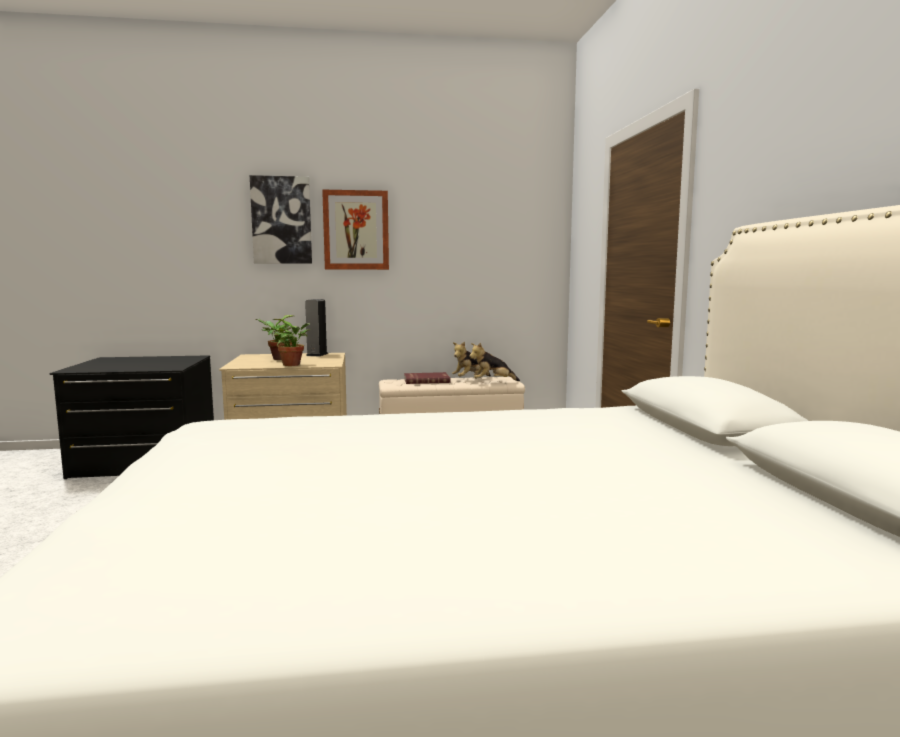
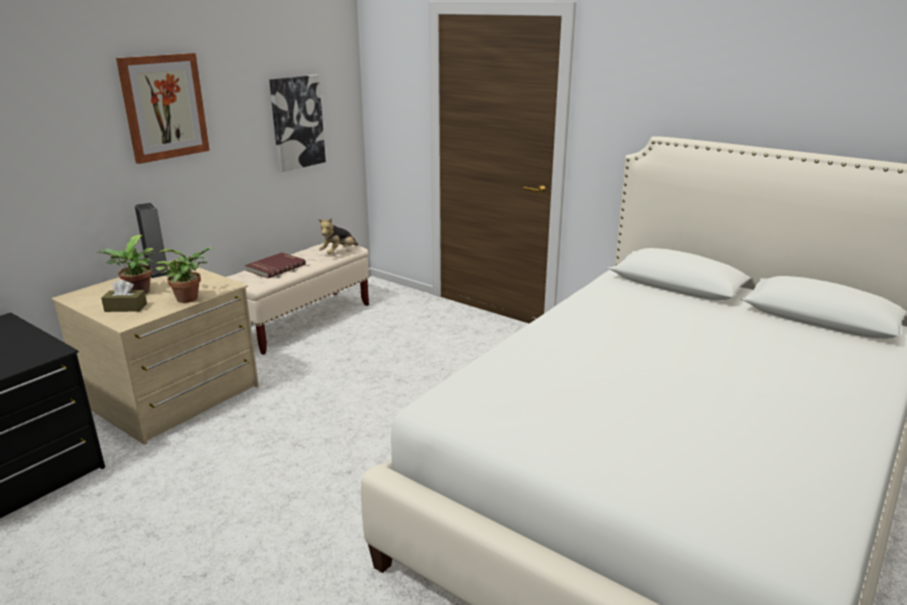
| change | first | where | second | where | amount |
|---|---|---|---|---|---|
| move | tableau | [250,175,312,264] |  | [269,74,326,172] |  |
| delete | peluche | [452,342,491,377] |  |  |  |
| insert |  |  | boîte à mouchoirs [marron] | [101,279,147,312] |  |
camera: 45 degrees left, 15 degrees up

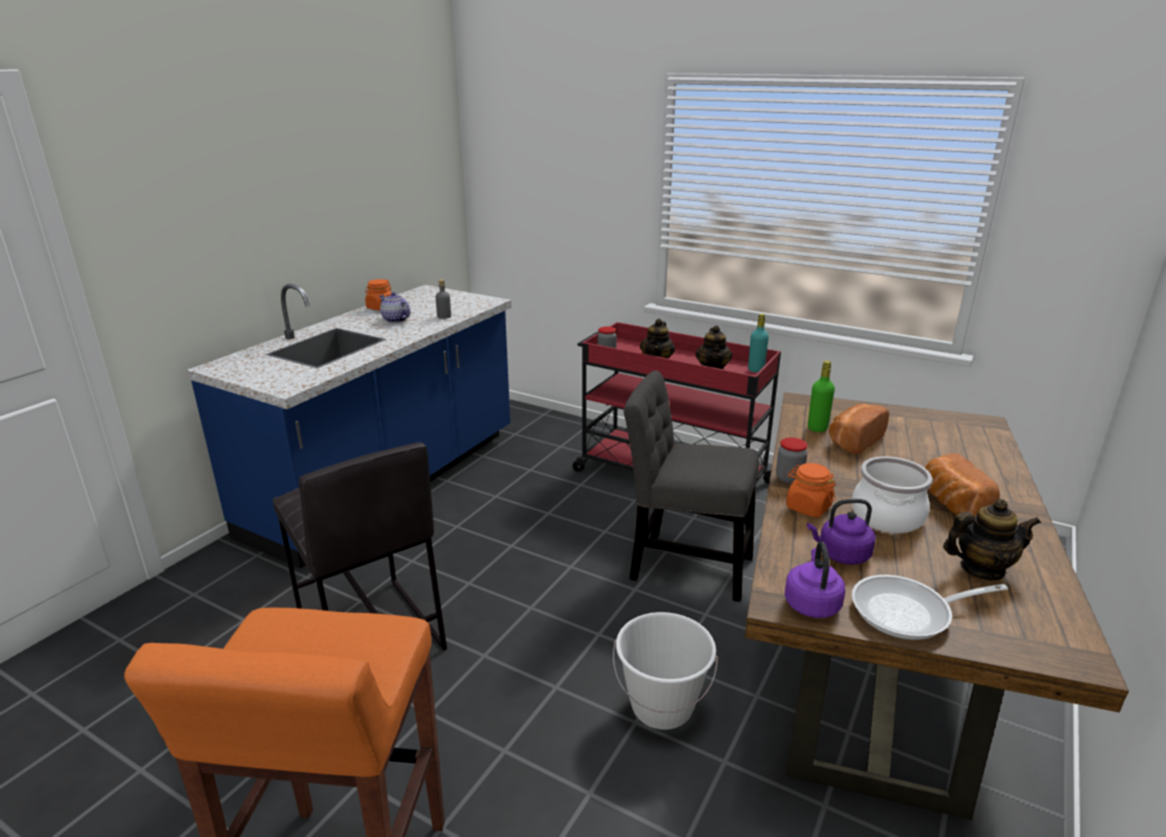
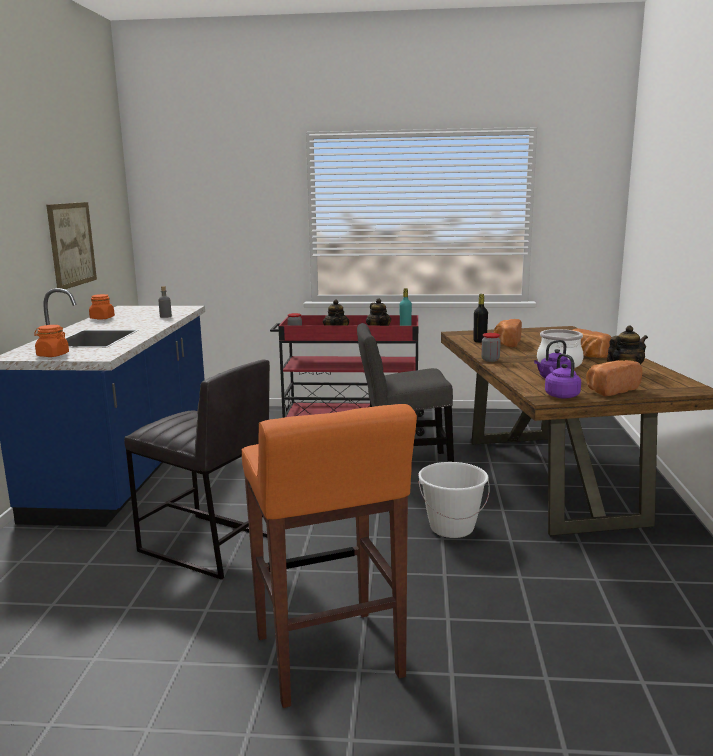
| change | first | where | second | where | amount |
|---|---|---|---|---|---|
| delete | théière | [379,292,410,323] |  |  |  |
| recolor | bouteille [vert] | [808,361,835,432] | bouteille [noir] | [473,294,488,343] |  |
| move | bocal [orange] | [786,463,836,517] |  | [34,325,69,357] |  |
| replace | poêle | [852,575,1008,640] | pain | [586,360,642,396] |  |
| insert |  |  | tableau | [46,202,97,289] |  |
camera: 25 degrees left, 10 degrees down

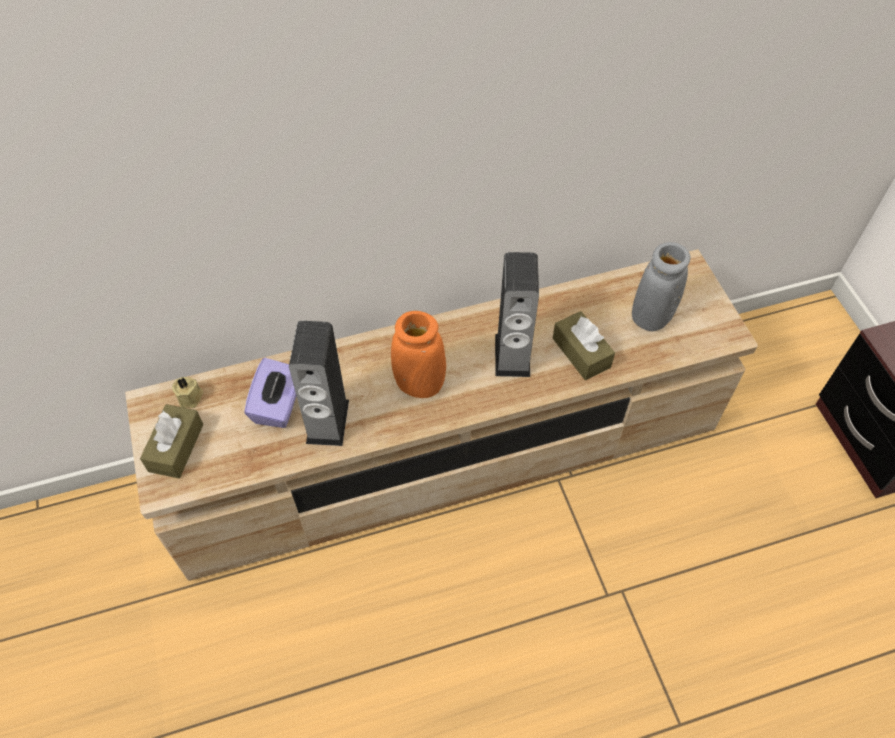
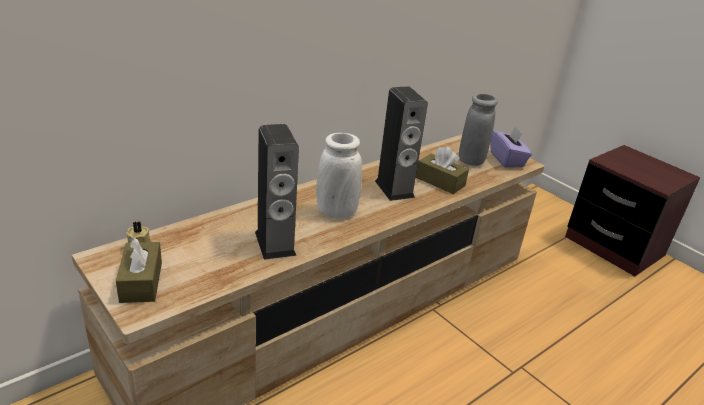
| change | first | where | second | where | amount |
|---|---|---|---|---|---|
| recolor | vase [orange] | [391,311,446,398] | vase [blanc] | [316,133,362,218] |  |
| move | boîte à mouchoirs [violet] | [244,358,296,428] |  | [490,126,532,168] |  |
camera: 25 degrees left, 25 degrees down

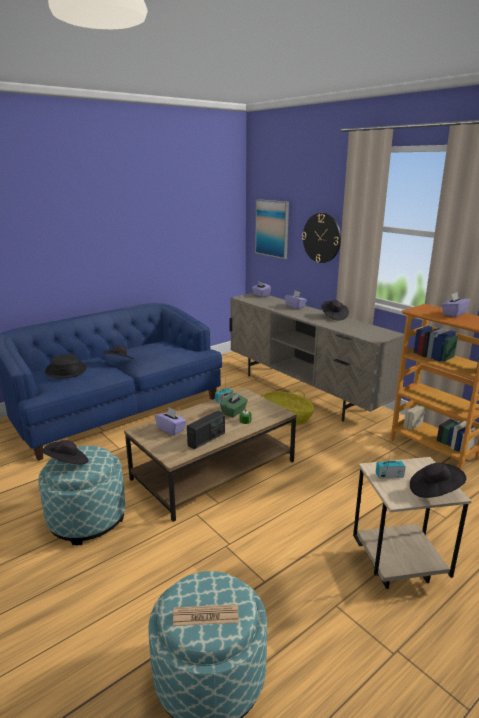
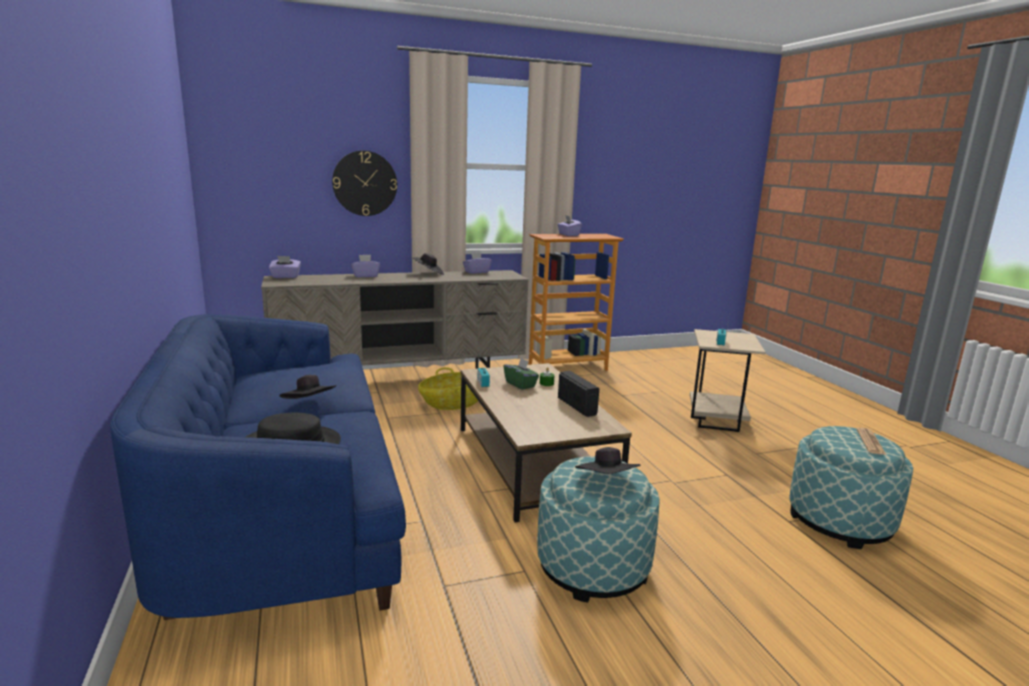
| change | first | where | second | where | amount |
|---|---|---|---|---|---|
| delete | tableau | [255,199,289,259] |  |  |  |
| move | boîte à mouchoirs [violet] | [155,408,187,436] |  | [463,252,492,274] |  |
| delete | chapeau [noir] | [410,463,467,498] |  |  |  |
camera: 70 degrees left, 5 degrees down

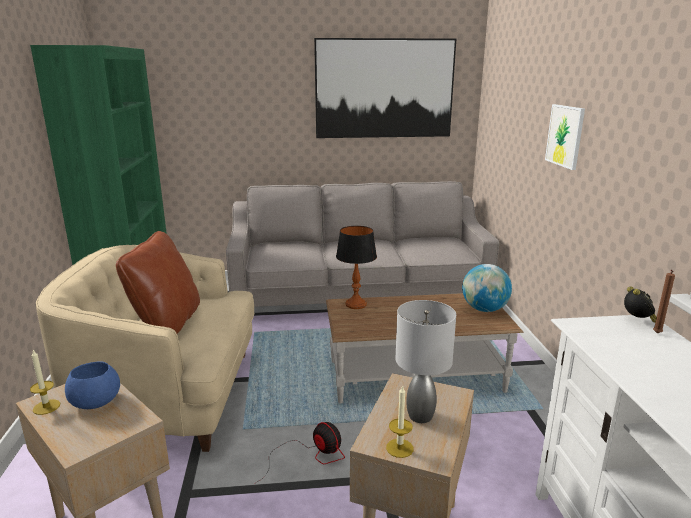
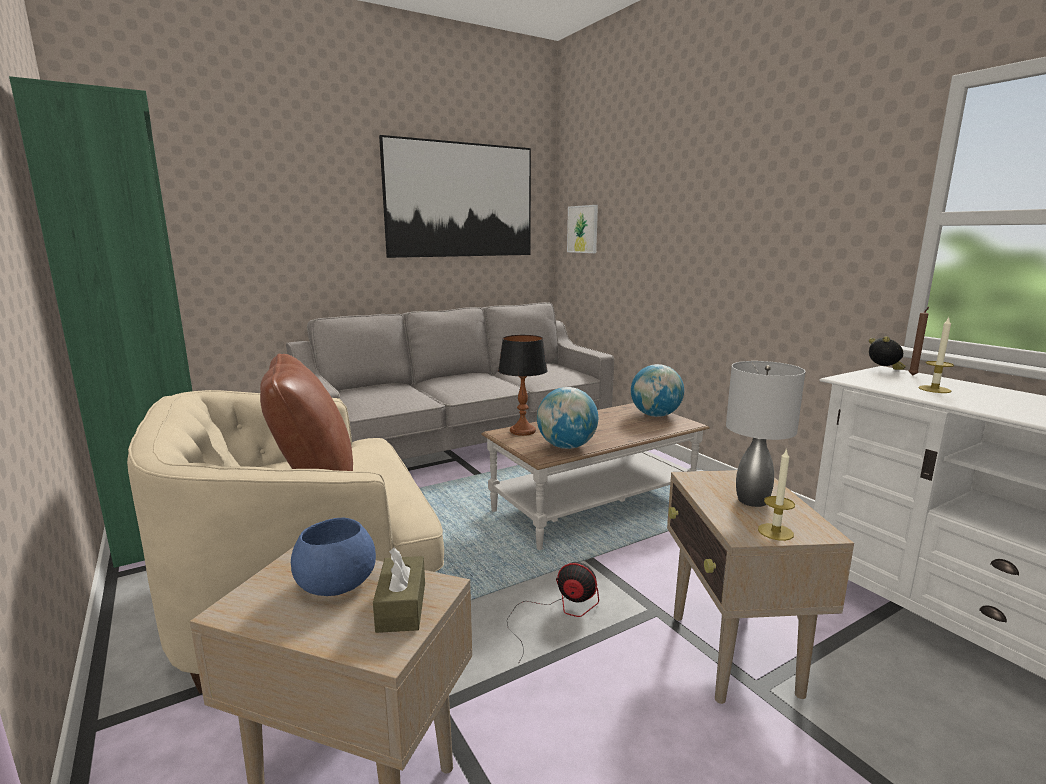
| change | first | where | second | where | amount |
|---|---|---|---|---|---|
| move | tableau | [545,104,585,170] |  | [567,205,598,253] |  |
| move | bougie | [30,350,60,415] |  | [918,318,954,393] |  |
| insert |  |  | globe | [537,387,598,449] |  |
| insert |  |  | boîte à mouchoirs [marron] | [373,547,425,633] |  |
camera: 25 degrees left, 5 degrees down

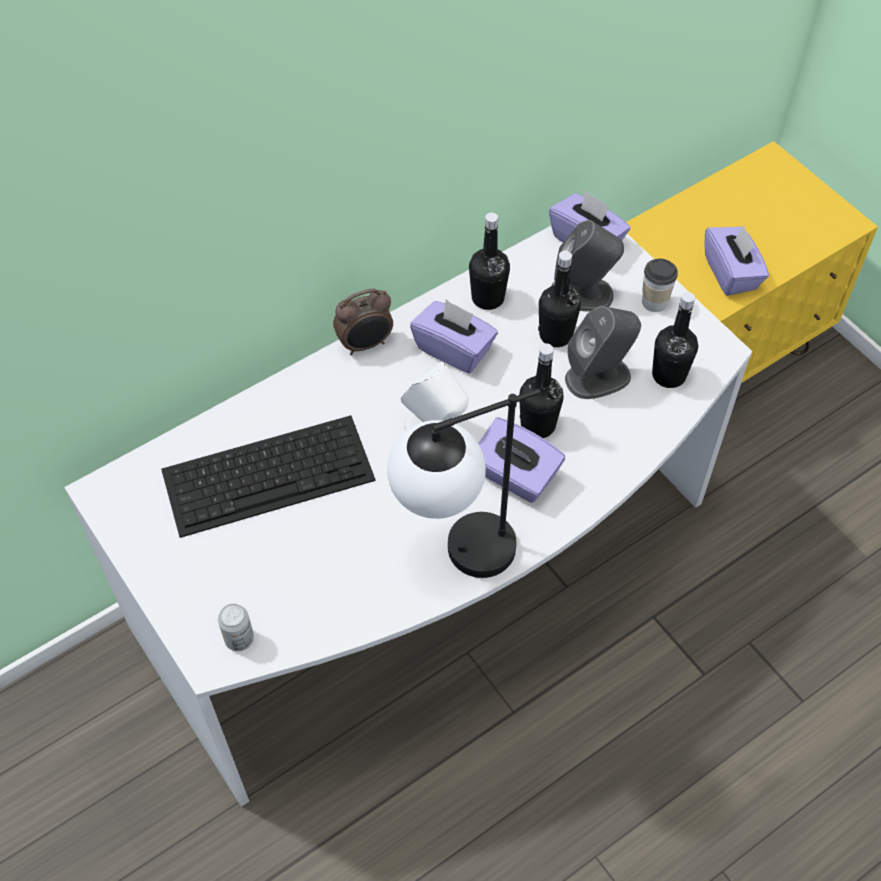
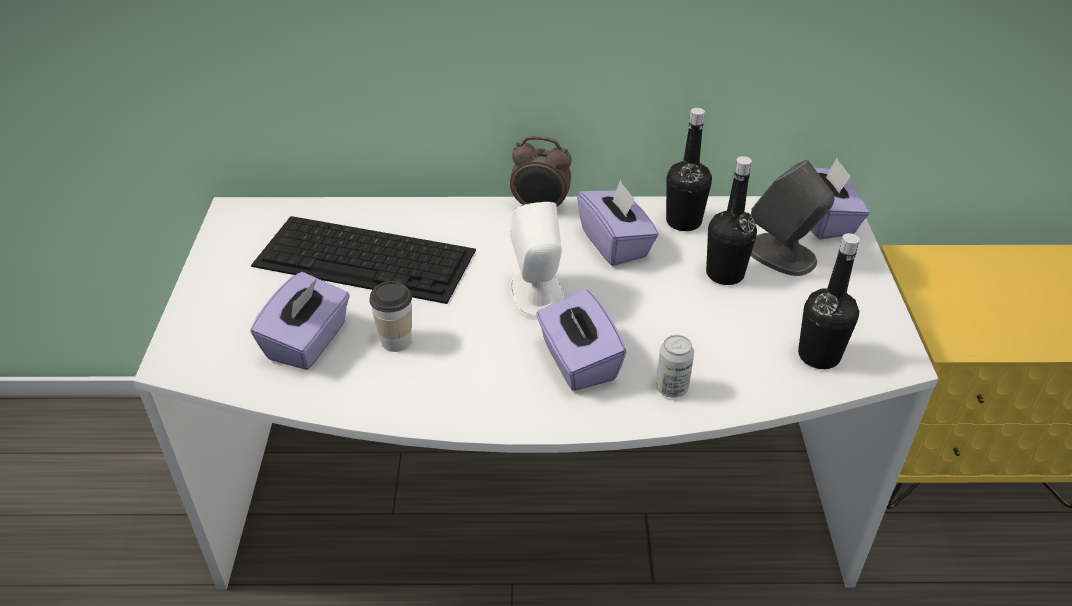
| change | first | where | second | where | amount |
|---|---|---|---|---|---|
| move | boîte à mouchoirs [violet] | [704,226,769,296] |  | [250,272,350,370] |  |
| move | tasse | [642,258,678,312] |  | [369,281,412,352] |  |
| delete | enceinte [gris] | [565,306,641,399] |  |  |  |
| delete | bouteille [noir] | [519,344,564,438] |  |  |  |
| delete | lampe de table | [387,388,540,578] |  |  |  |
| move | boîte métallique | [218,604,254,651] |  | [656,335,694,398] |  |
camera: 35 degrees right, 15 degrees down

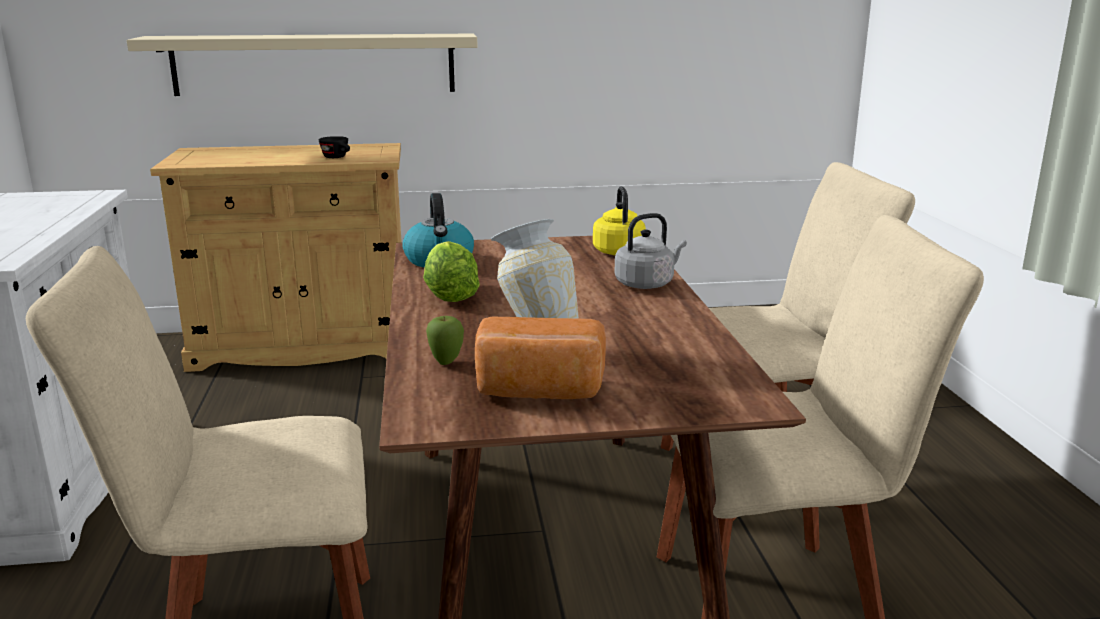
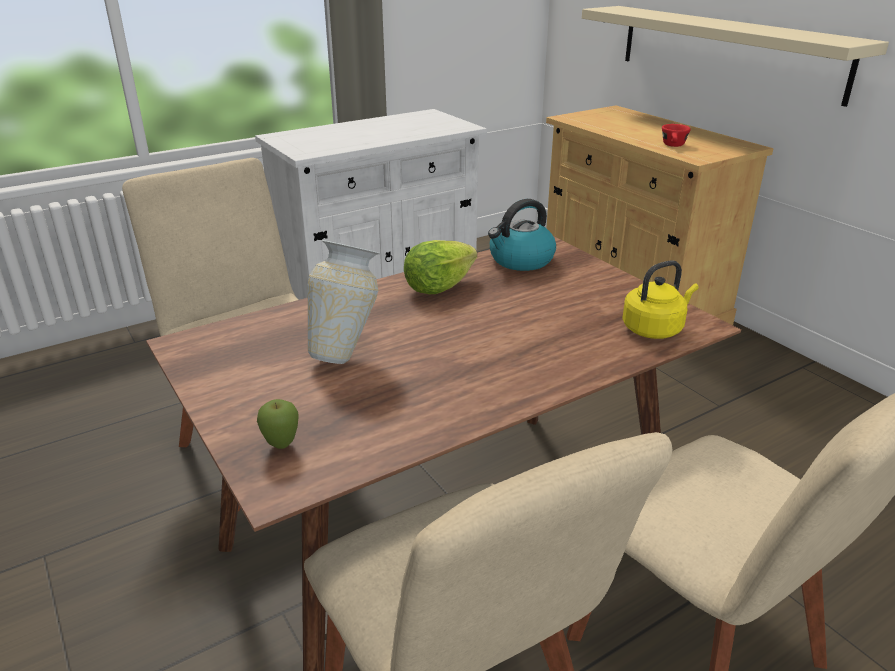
| change | first | where | second | where | amount |
|---|---|---|---|---|---|
| recolor | tasse [noir] | [319,136,350,158] | tasse [rouge] | [662,124,691,147] |  |
| delete | bouilloire [gris] | [615,213,687,289] |  |  |  |
| move | pomme | [426,316,464,365] |  | [257,399,299,449] |  |
| delete | pain | [475,317,606,399] |  |  |  |
camera: 65 degrees right, 10 degrees up

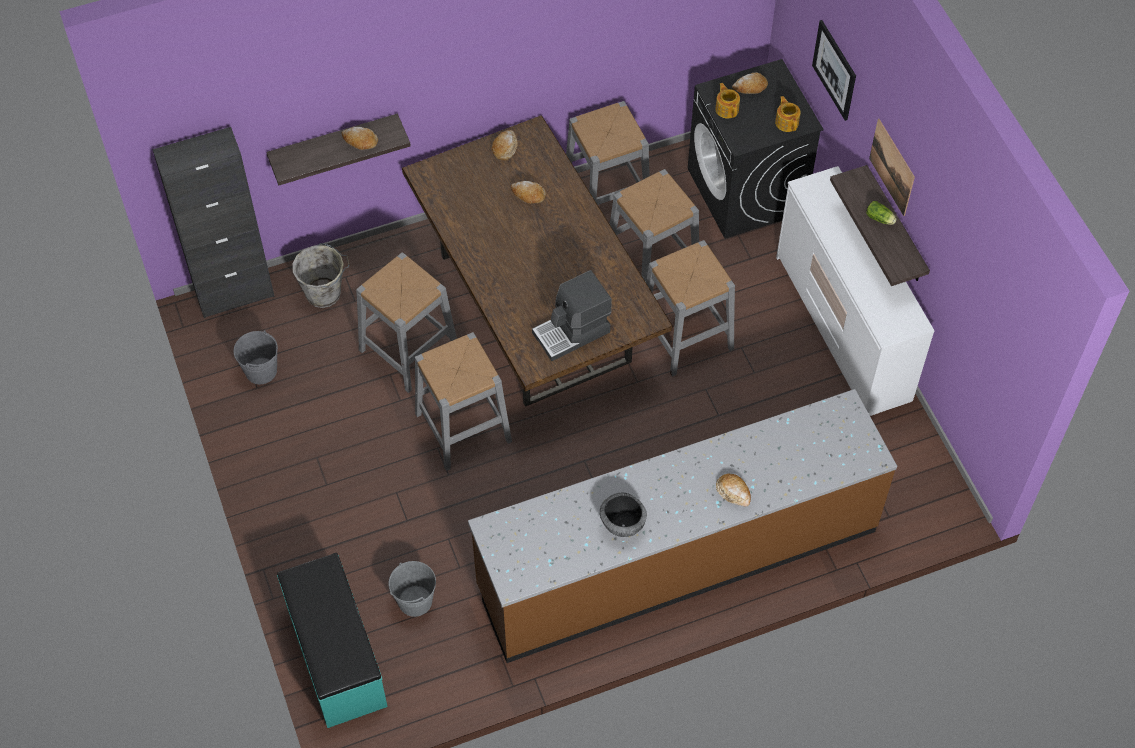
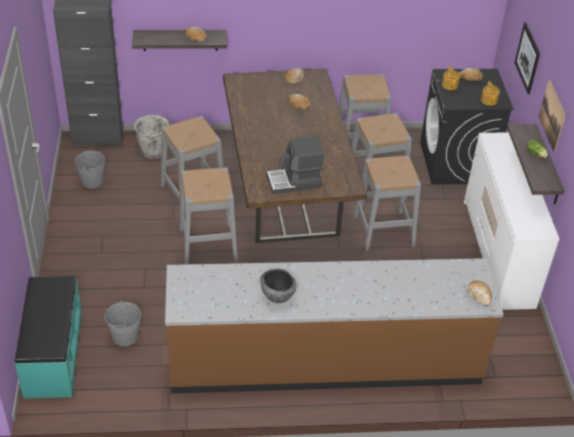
| change | first | where | second | where | amount |
|---|---|---|---|---|---|
| move | pain | [716,474,751,506] |  | [467,280,492,306] |  |
camera: 15 degrees right, 15 degrees down

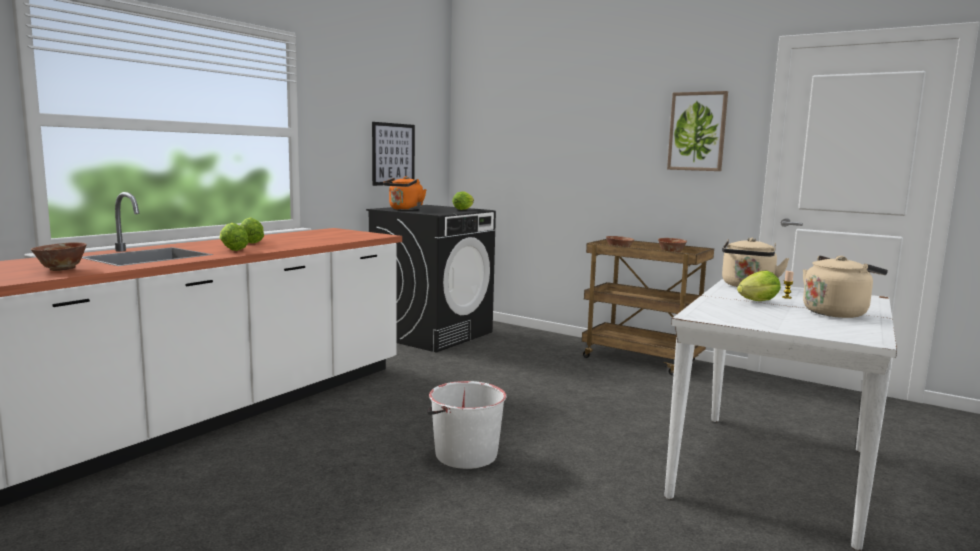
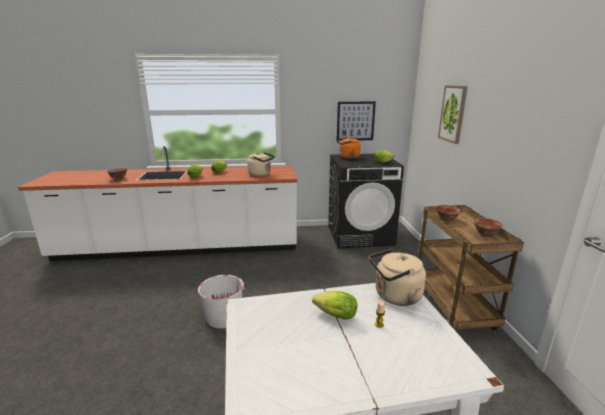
| change | first | where | second | where | amount |
|---|---|---|---|---|---|
| move | tableau | [667,91,728,171] |  | [438,85,468,144] |  |
| move | bouilloire [beige] | [803,255,888,318] |  | [247,152,275,177] |  |
camera: 50 degrees right, 10 degrees up

